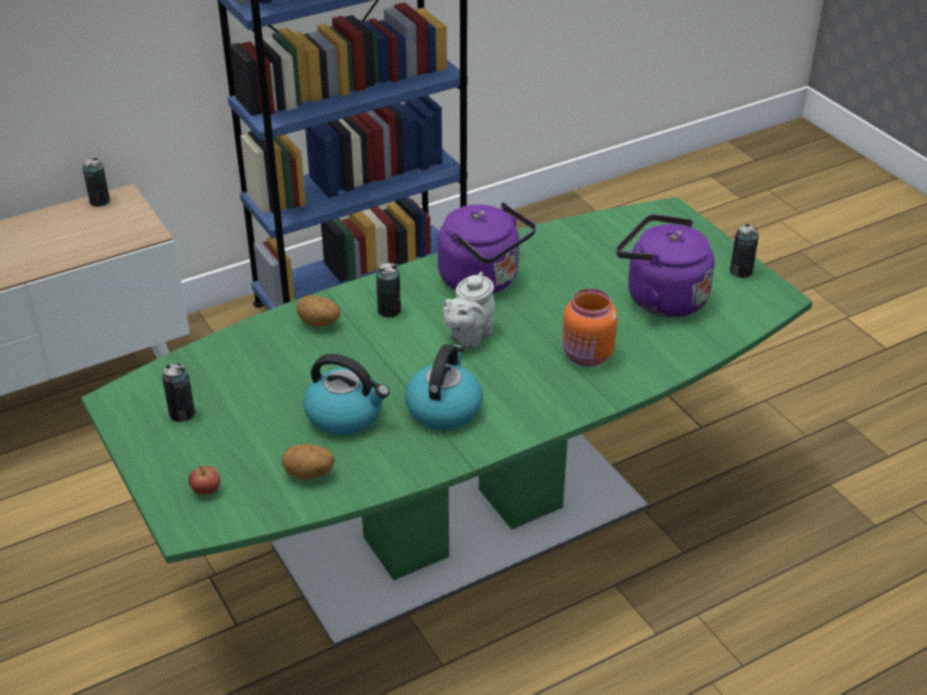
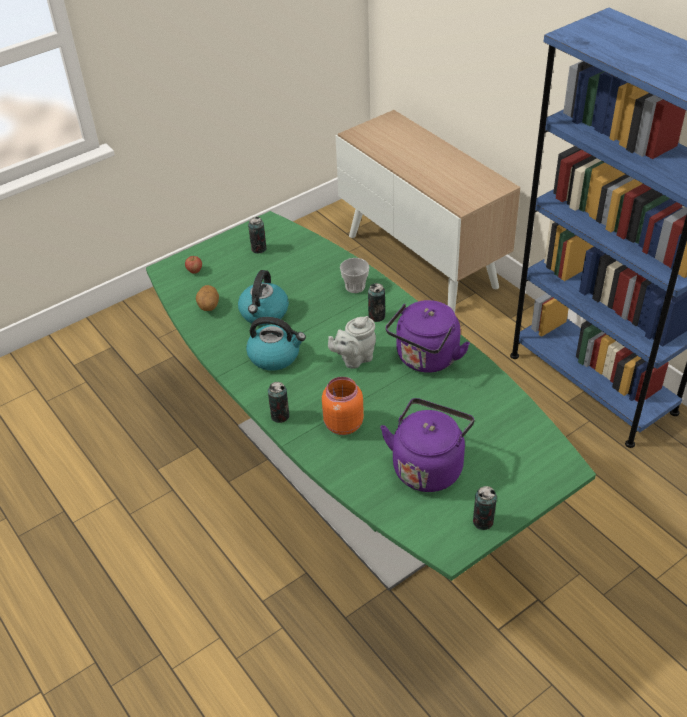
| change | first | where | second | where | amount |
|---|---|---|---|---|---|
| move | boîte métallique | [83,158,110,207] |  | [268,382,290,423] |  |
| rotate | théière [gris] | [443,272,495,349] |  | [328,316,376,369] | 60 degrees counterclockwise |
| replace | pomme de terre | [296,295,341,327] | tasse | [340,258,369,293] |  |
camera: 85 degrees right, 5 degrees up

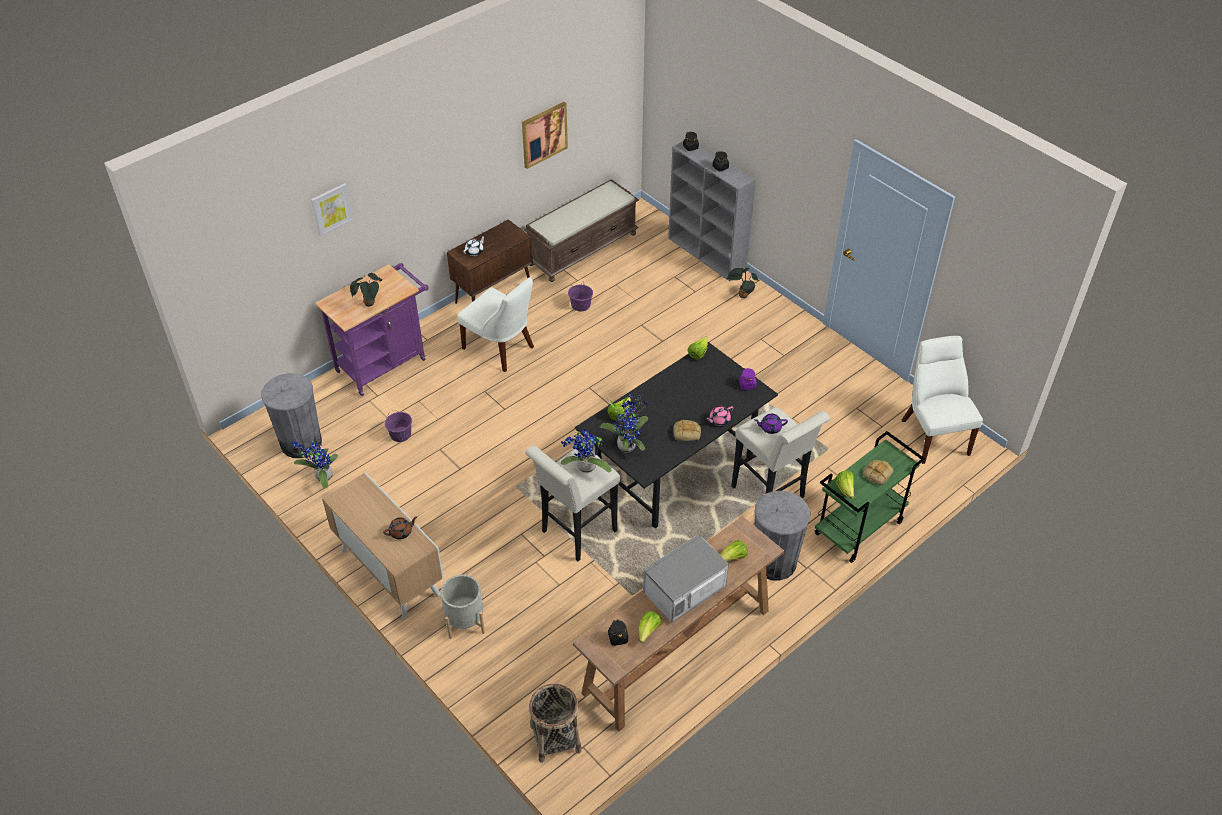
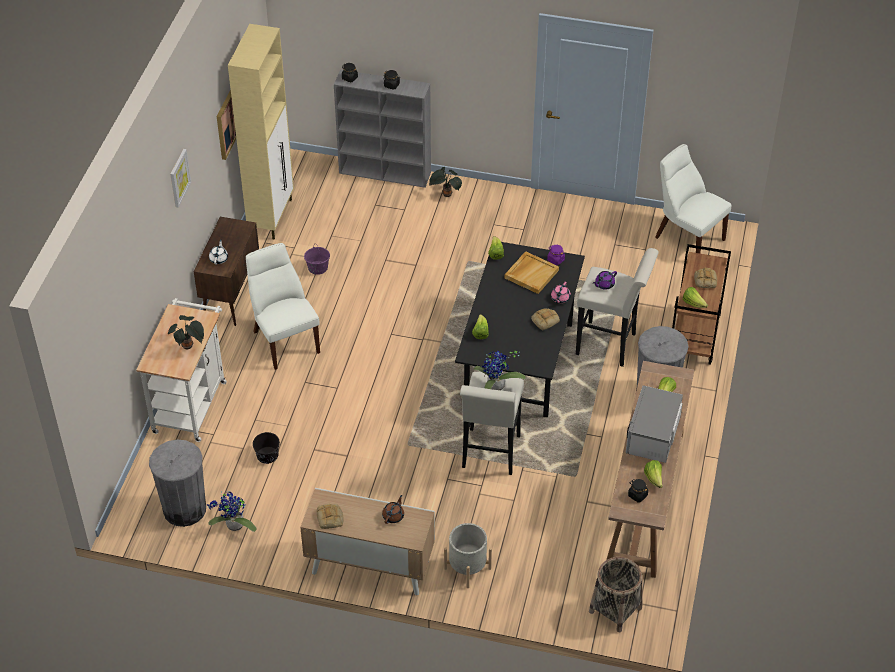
| change | first | where | second | where | amount |
|---|---|---|---|---|---|
| replace | banc [marron] | [524,179,639,282] | meuble de rangement [beige] | [228,24,294,239] |  |
| move | tableau | [311,183,353,236] |  | [170,149,191,207] |  |
| recolor | chariot [violet] | [315,263,429,396] | chariot [blanc] | [136,298,227,442] |  |
| rotate | chaise [blanc] | [457,277,534,372] |  | [246,243,320,370] | 120 degrees counterclockwise |
| delete | plante en pot | [599,392,649,453] |  |  |  |
| recolor | seau [violet] | [385,412,412,442] | seau [noir] | [253,432,280,464] |  |
| recolor | chariot [vert] | [814,431,925,563] | chariot [marron] | [672,244,731,365] |  |
| insert |  |  | plateau [beige] | [505,251,559,294] |  |
| insert |  |  | pain | [317,504,343,529] |  |
camera: 35 degrees left, 0 degrees up

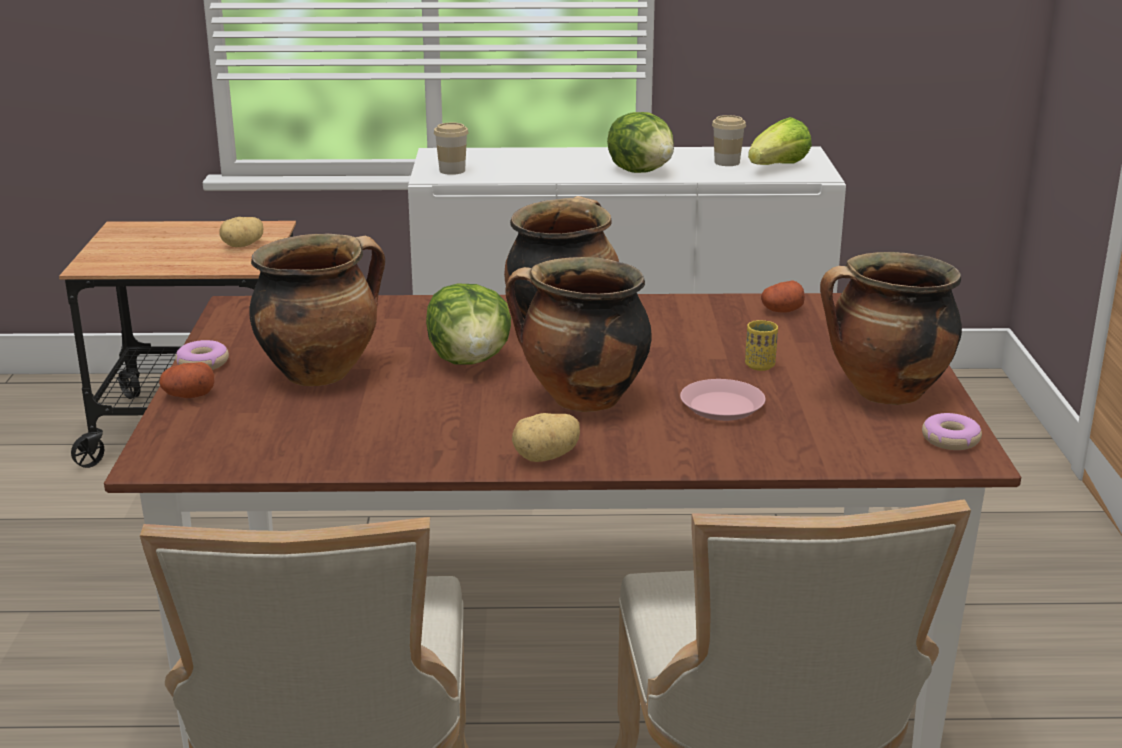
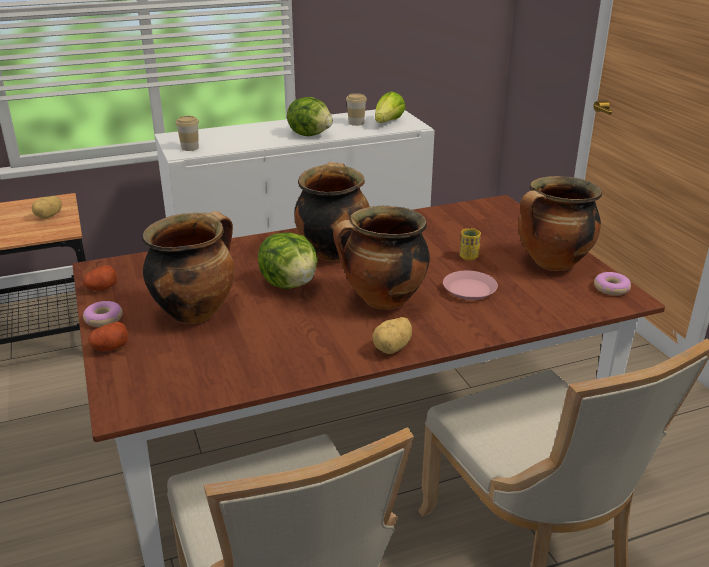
| change | first | where | second | where | amount |
|---|---|---|---|---|---|
| move | pomme de terre | [761,281,805,313] |  | [83,265,117,291] |  |
camera: 20 degrees left, 5 degrees up

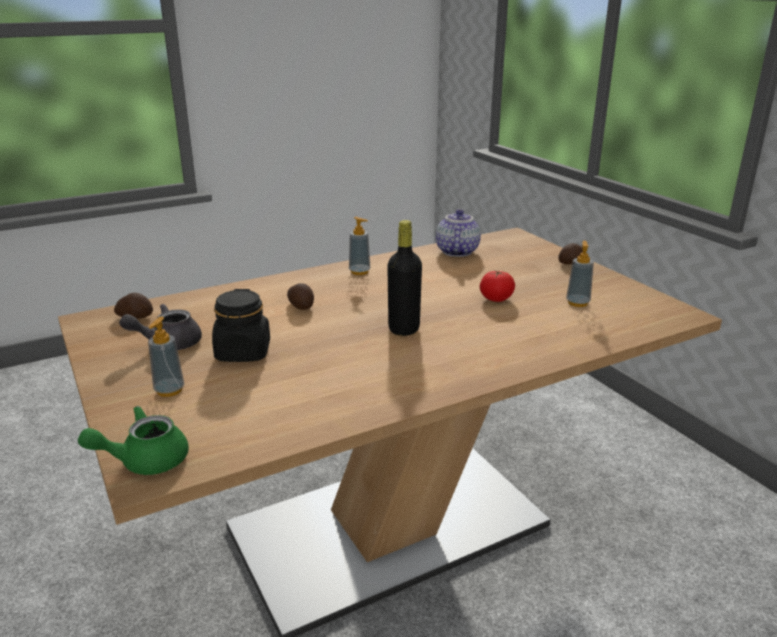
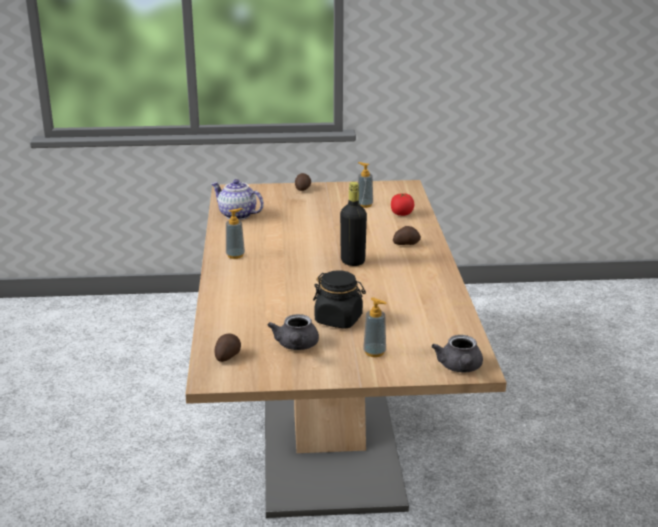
| change | first | where | second | where | amount |
|---|---|---|---|---|---|
| move | tomate | [480,271,515,302] |  | [391,193,415,216] |  |
| move | pomme de terre | [287,283,314,310] |  | [393,226,421,245] |  |
| recolor | théière [vert] | [78,406,189,475] | théière [gris] | [431,335,483,373] |  |
camera: 65 degrees left, 0 degrees up

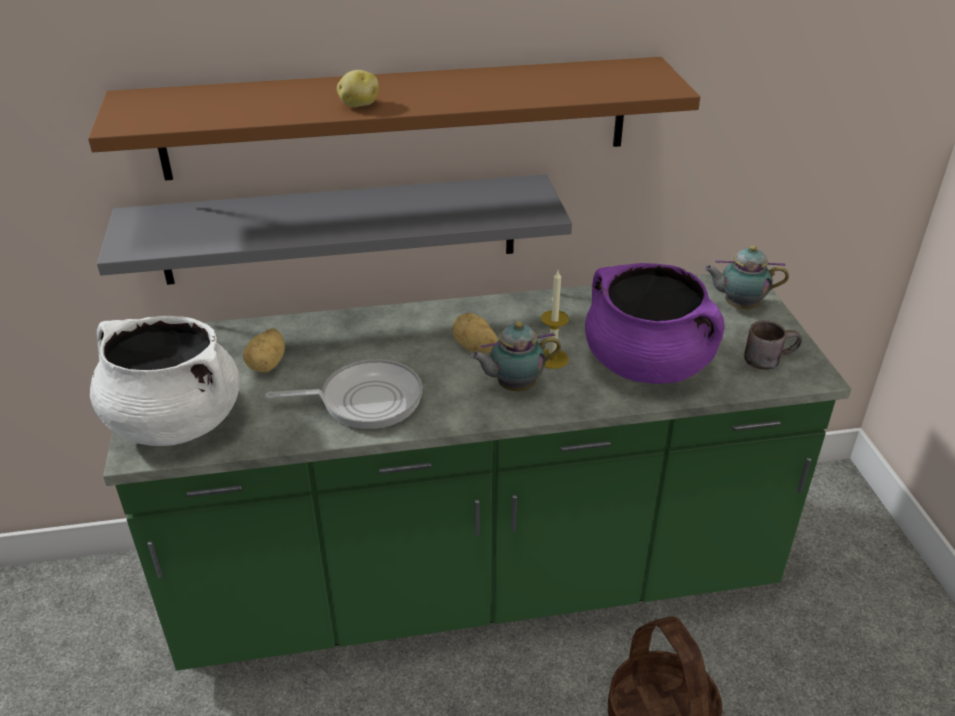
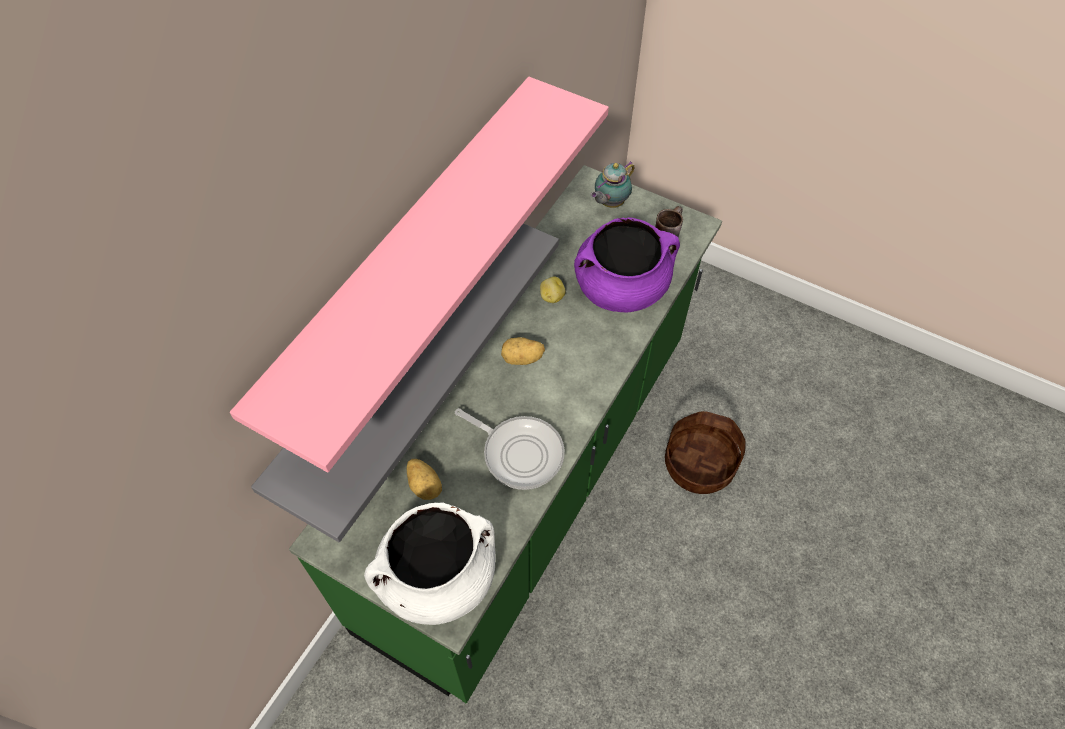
| change | first | where | second | where | amount |
|---|---|---|---|---|---|
| recolor | étagère [marron] | [88,57,700,181] | étagère [rose] | [230,77,609,473] |  |
| move | pomme de terre | [337,70,379,107] |  | [540,276,566,303] |  |
| delete | bougie | [541,271,569,369] |  |  |  |
| delete | théière | [470,321,561,391] |  |  |  |
| rotate | poêle | [265,359,422,429] |  | [455,408,565,490] | 90 degrees clockwise |
camera: 50 degrees left, 20 degrees up

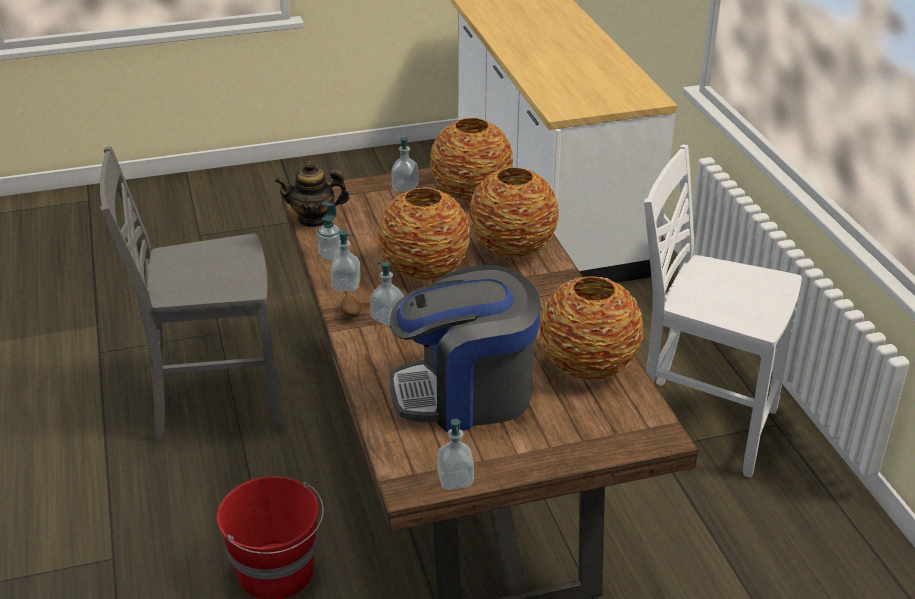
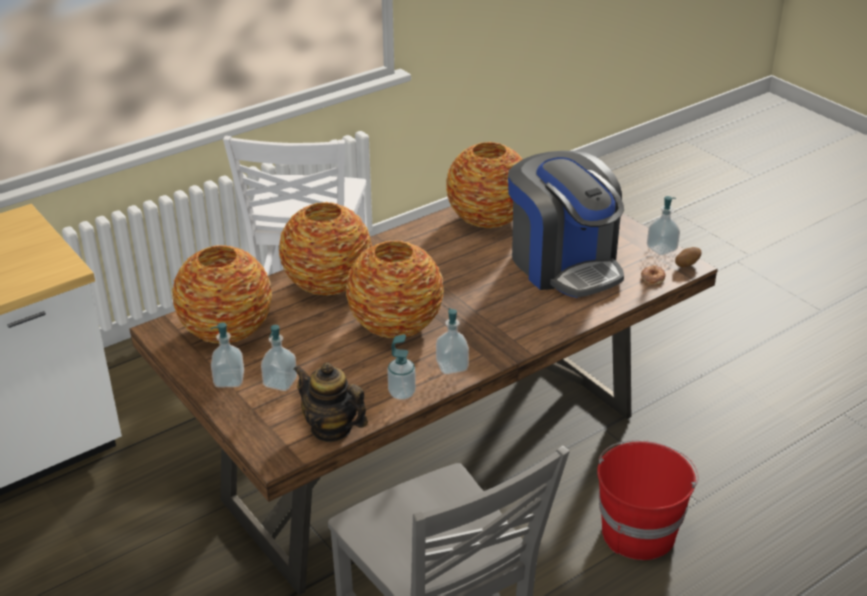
| change | first | where | second | where | amount |
|---|---|---|---|---|---|
| rotate | théière | [275,161,350,228] |  | [293,362,368,442] | 150 degrees clockwise |
| move | distributeur de savon | [370,262,404,326] |  | [261,325,297,391] |  |
| move | pomme de terre | [340,294,362,317] |  | [675,247,702,267] |  |
| insert |  |  | beignet | [641,266,666,285] |  |
camera: 110 degrees left, 0 degrees up

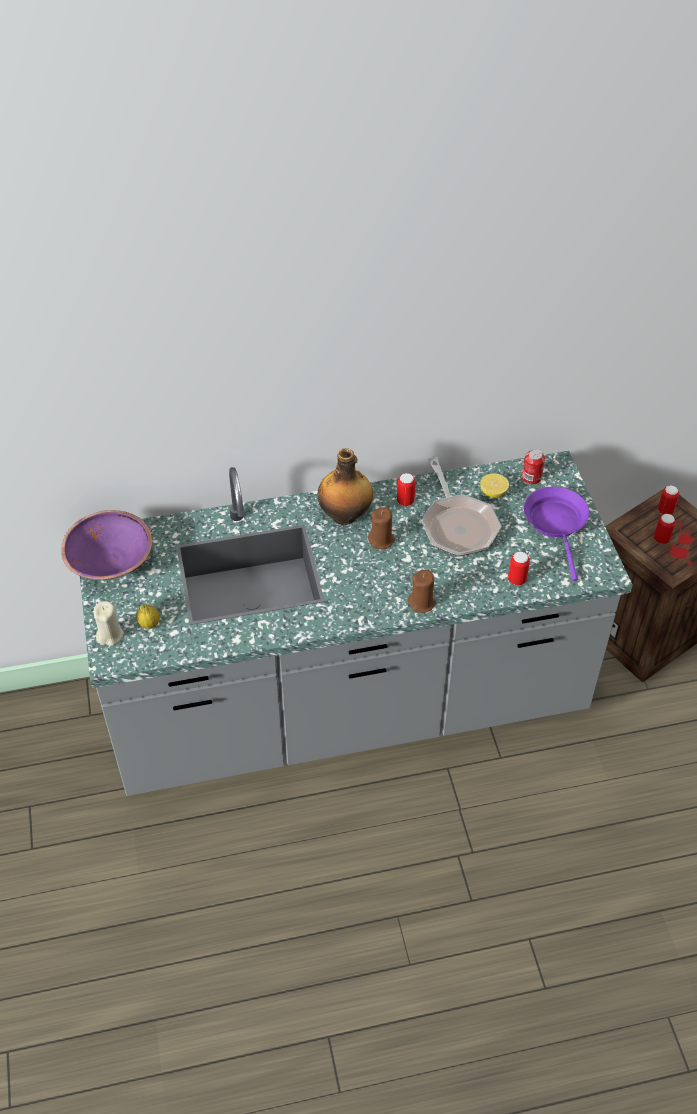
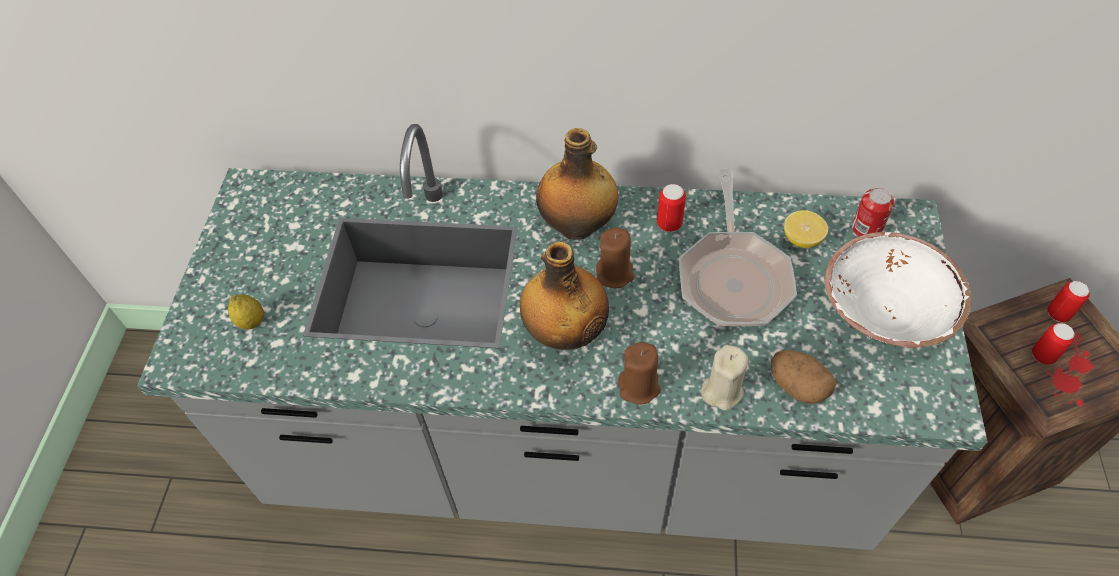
| change | first | where | second | where | amount |
|---|---|---|---|---|---|
| replace | poêle [violet] | [524,487,589,581] | bol [blanc] | [825,232,971,348] |  |
| delete | bol [violet] | [61,510,152,580] |  |  |  |
| replace | boîte métallique | [508,552,530,585] | pomme de terre | [771,350,836,404] |  |
| move | bougie [beige] | [94,601,123,646] |  | [701,345,748,411] |  |
| insert |  |  | bouteille | [520,241,609,350] |  |
camera: 20 degrees right, 5 degrees up

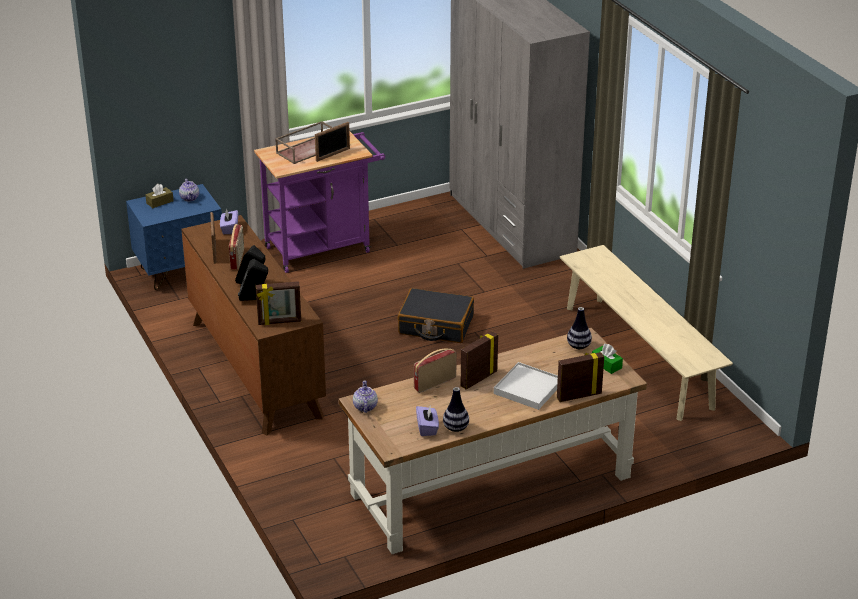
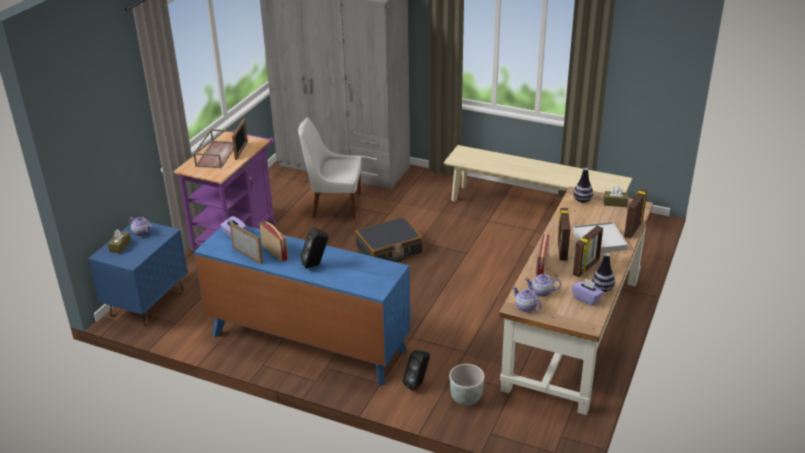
| change | first | where | second | where | amount |
|---|---|---|---|---|---|
| recolor | commode [marron] | [181,215,326,435] | commode [bleu] | [194,226,410,386] |  |
| move | enceinte [noir] | [238,259,268,301] |  | [403,350,430,391] |  |
| move | cadre photo | [256,281,301,325] |  | [573,226,603,277] |  |
| recolor | boîte à mouchoirs [vert] | [592,344,623,374] | boîte à mouchoirs [marron] | [604,186,628,207] |  |
| insert |  |  | chaise [blanc] | [298,118,362,219] |  |
| insert |  |  | théière | [525,274,561,297] |  |
| insert |  |  | cache-pot [gris] | [449,364,485,406] |  |
camera: 40 degrees left, 0 degrees up

